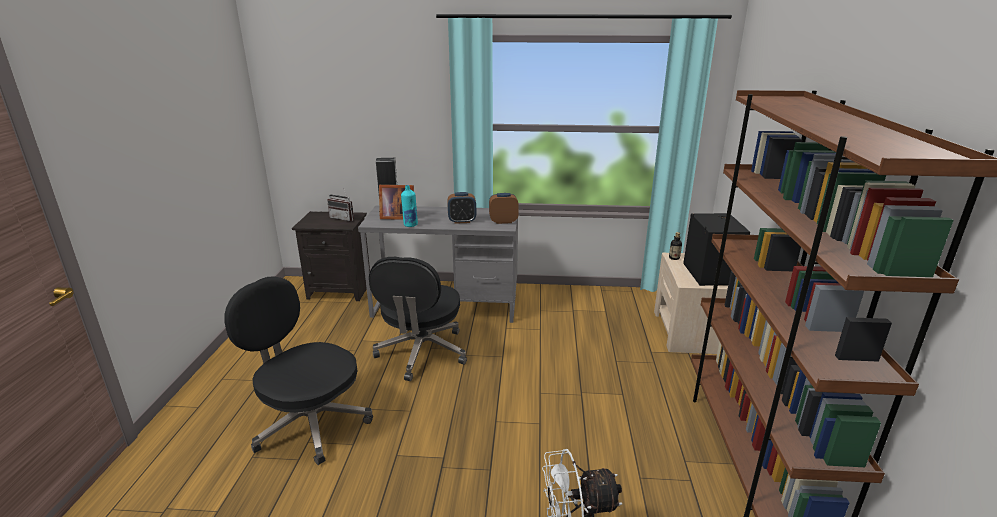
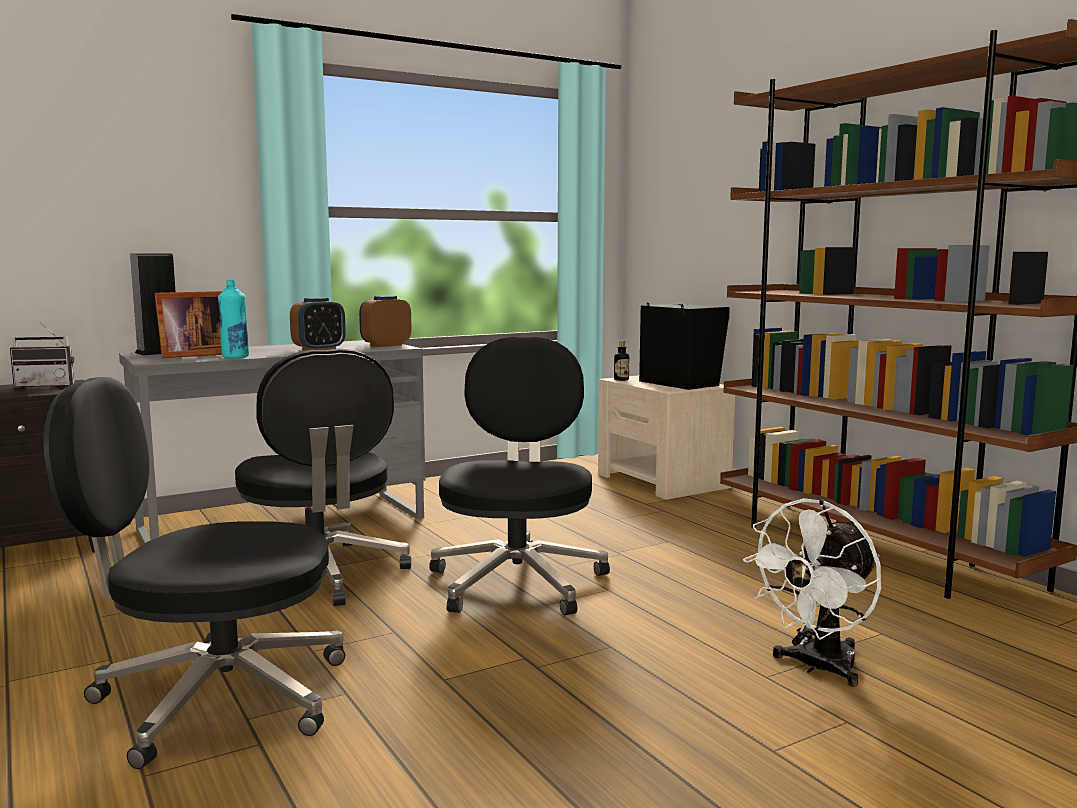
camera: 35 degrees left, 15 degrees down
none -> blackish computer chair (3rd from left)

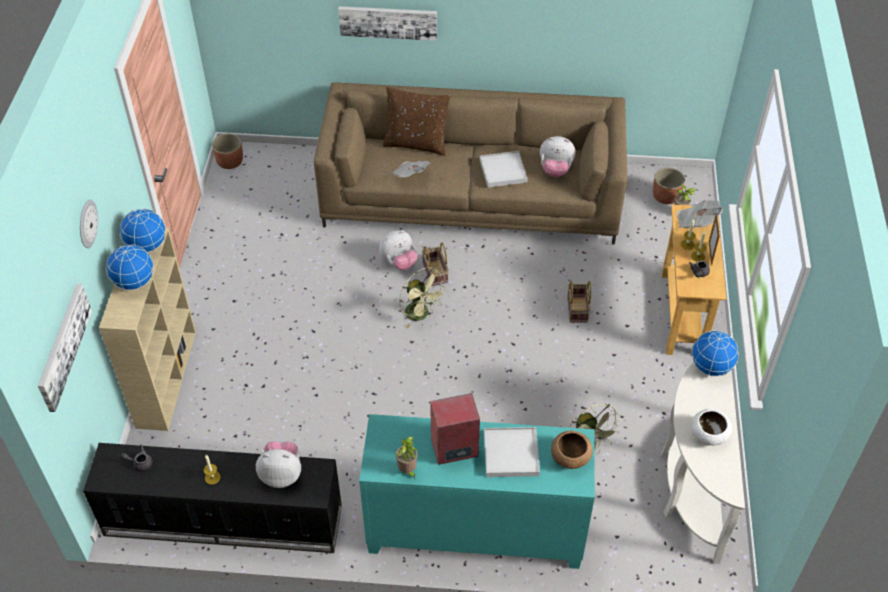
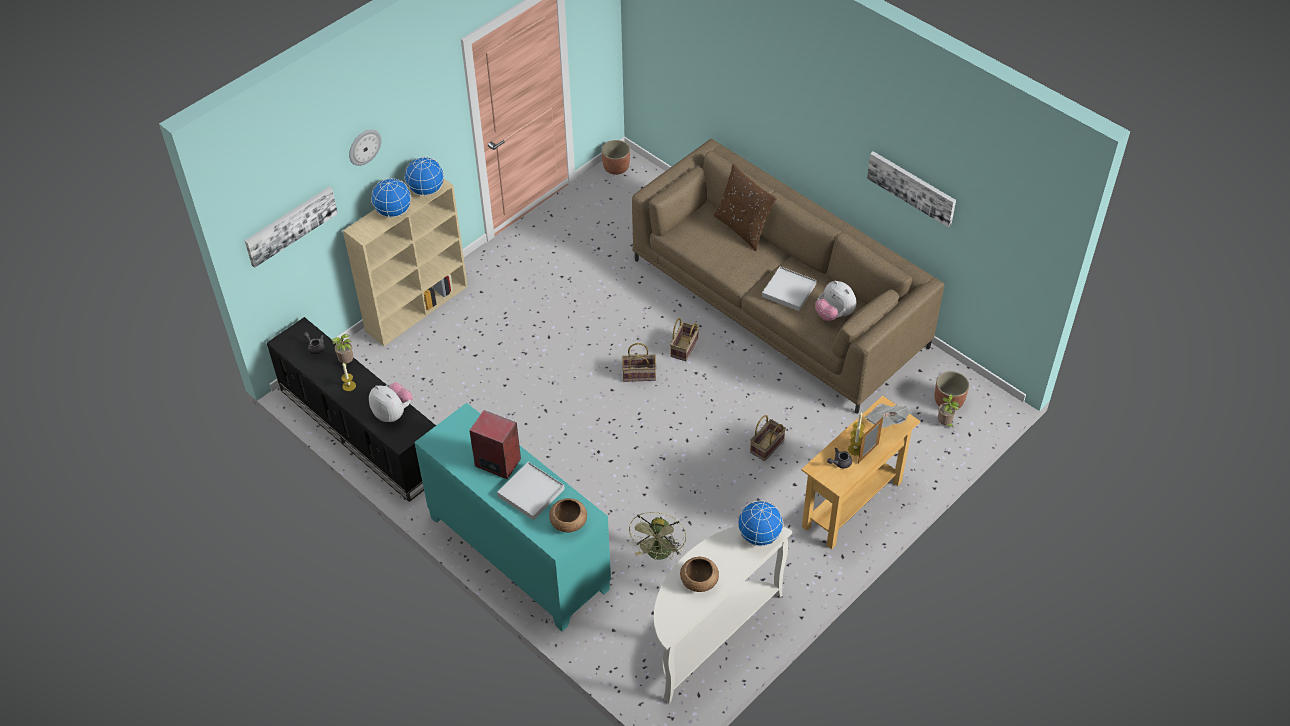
camera: 40 degrees right, 0 degrees up
wall art (2nd from left), moved
plush toy (2nd from left) -> none
daily paper (1st from left) -> none
potted plant (1st from left), moved
green fan (1st from left) -> basket (1st from left)
whitish deep dish -> brown-coloured deep dish (2nd from left)

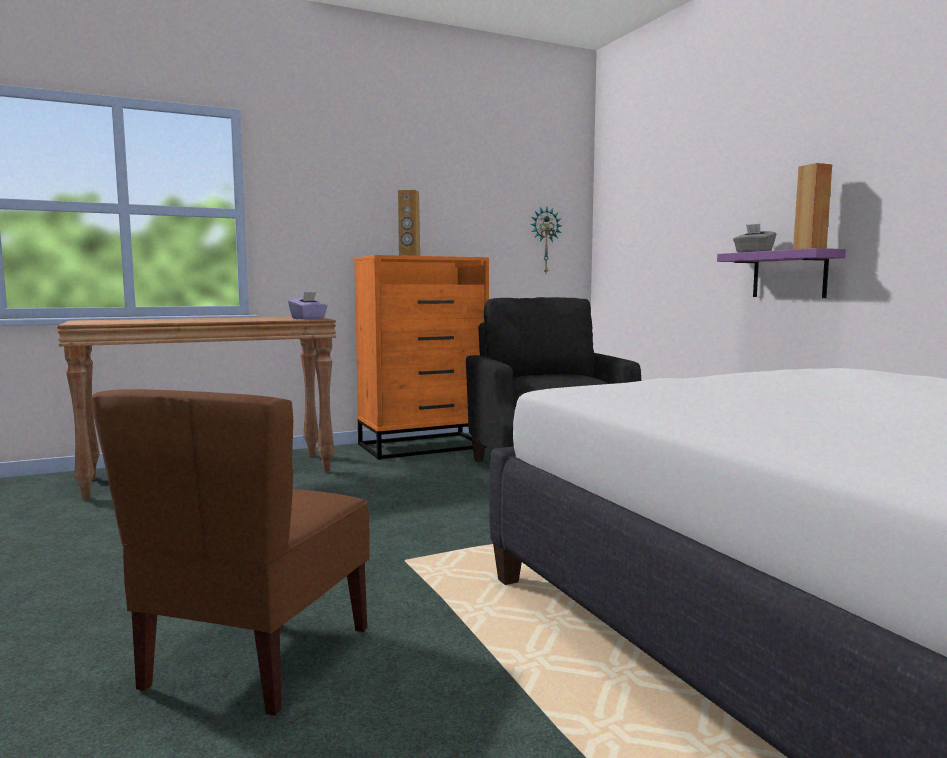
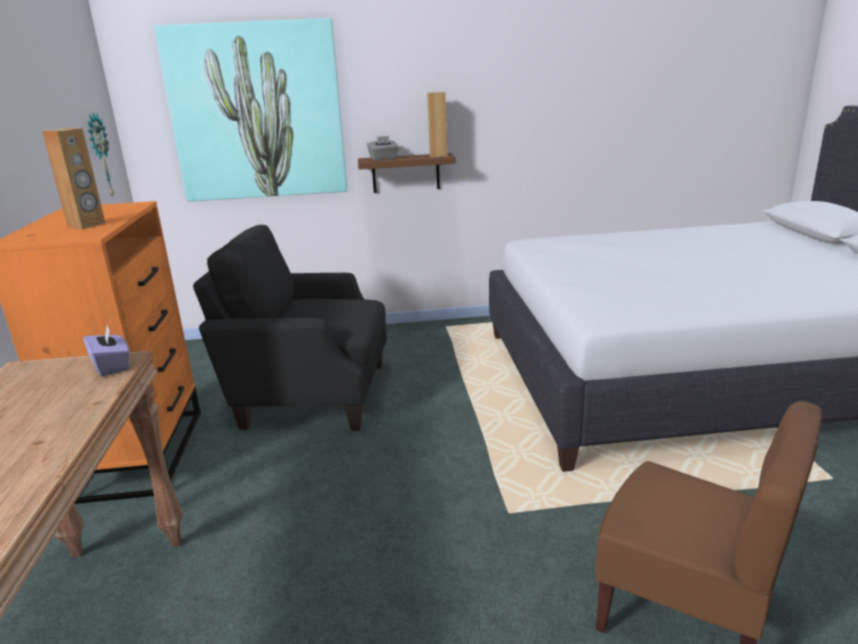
camera: 70 degrees left, 15 degrees up
purplish wall shelf -> brown-coloured wall shelf
none -> wall art

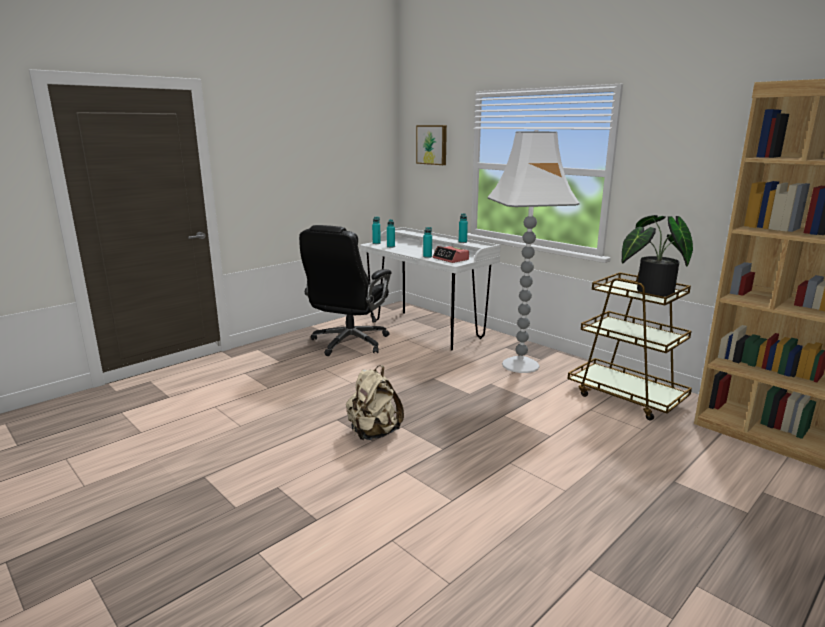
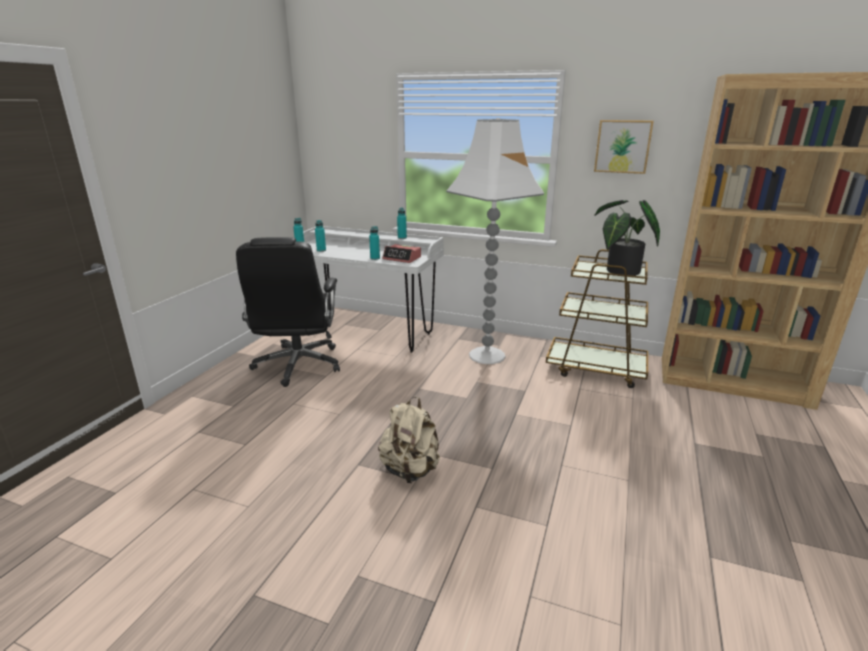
camera: 25 degrees left, 5 degrees up
wall art, moved

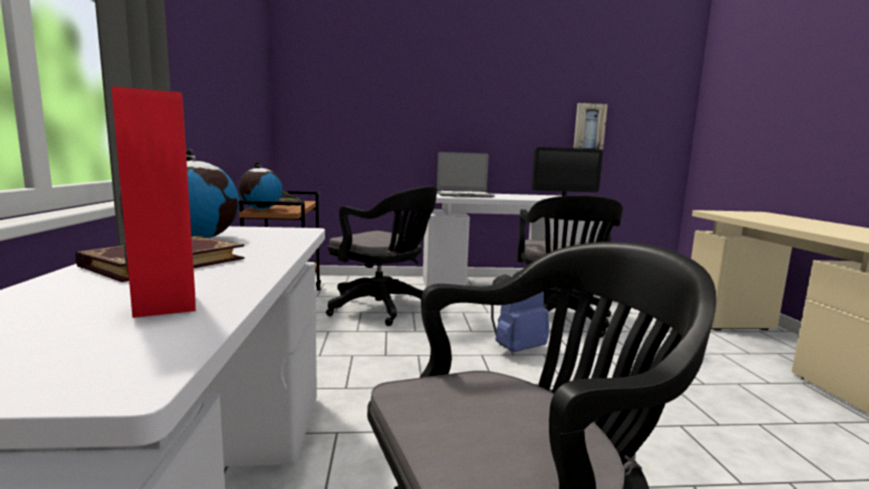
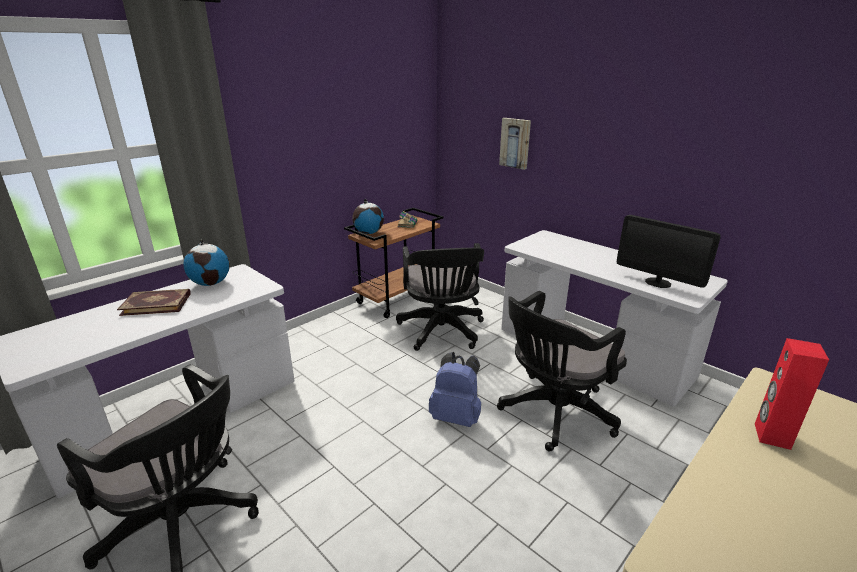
camera: 50 degrees right, 15 degrees up
red-coloured speaker, moved
portable computer -> none
wall art, moved

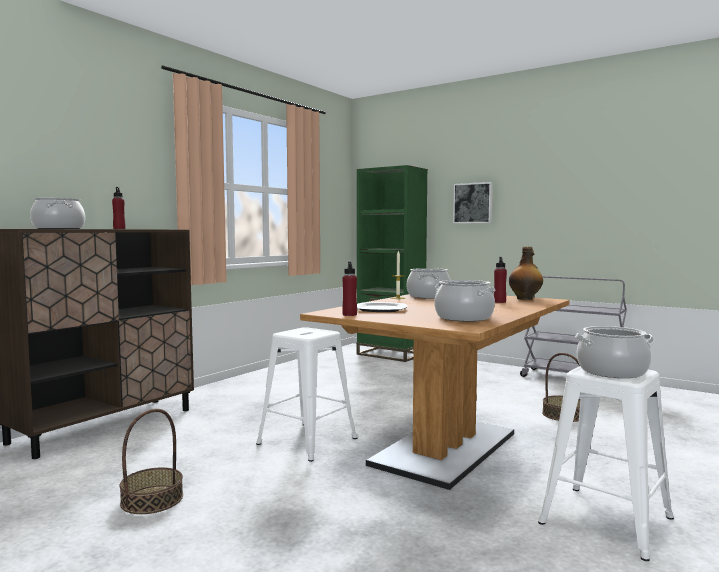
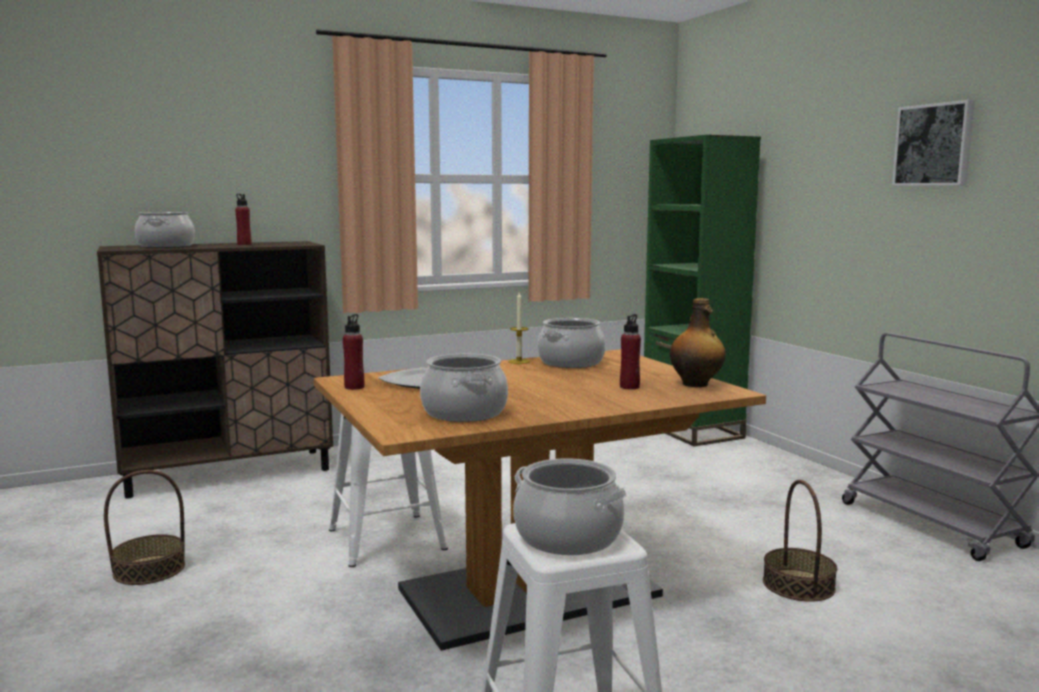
camera: 30 degrees right, 5 degrees up
wall art, moved

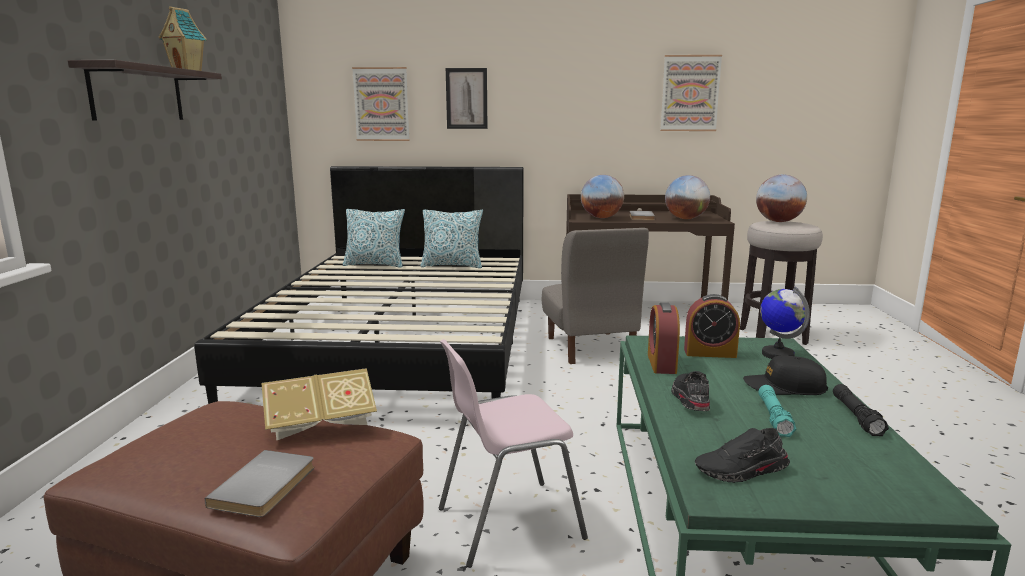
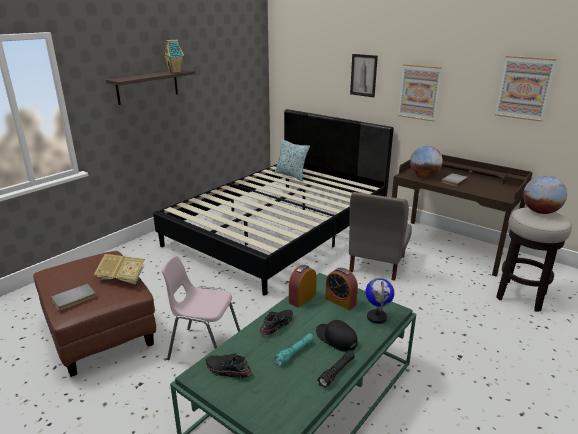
camera: 35 degrees right, 10 degrees up
wall art (1st from left in the first image) -> wall art (2nd from left), moved
throw pillow (2nd from left) -> none
desk globe (2nd from left) -> none

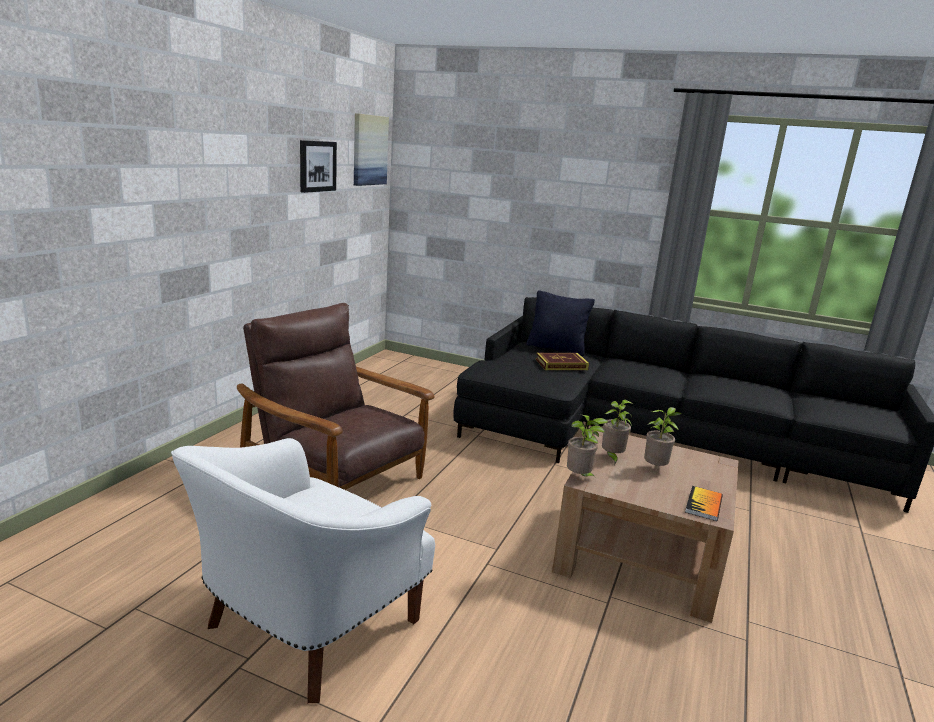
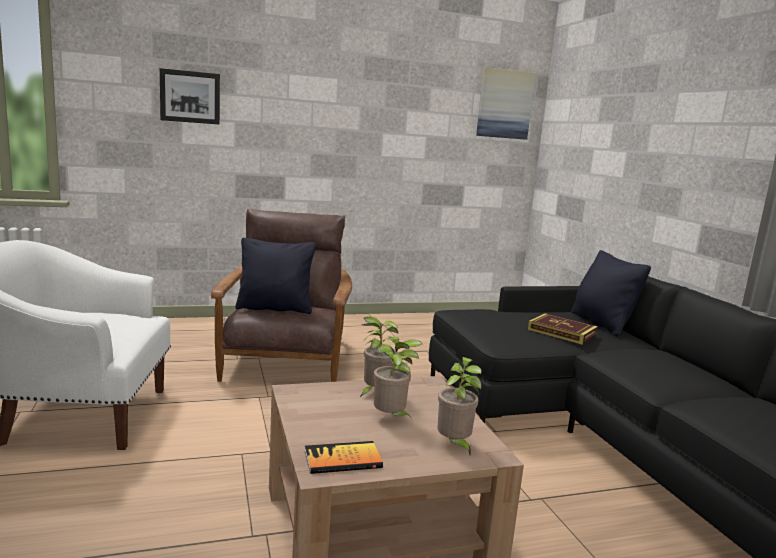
camera: 50 degrees right, 5 degrees down
wall art (1st from left), moved
potted plant (1st from left in the first image) -> potted plant (3rd from left), moved
none -> blackish throw pillow (1st from left)

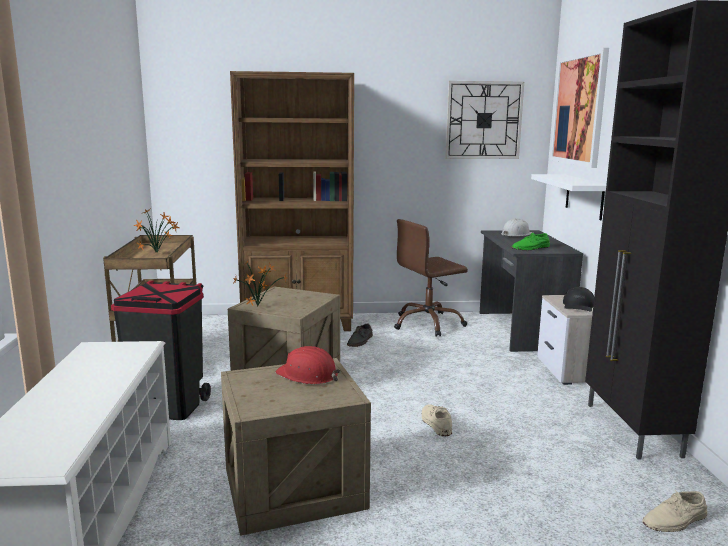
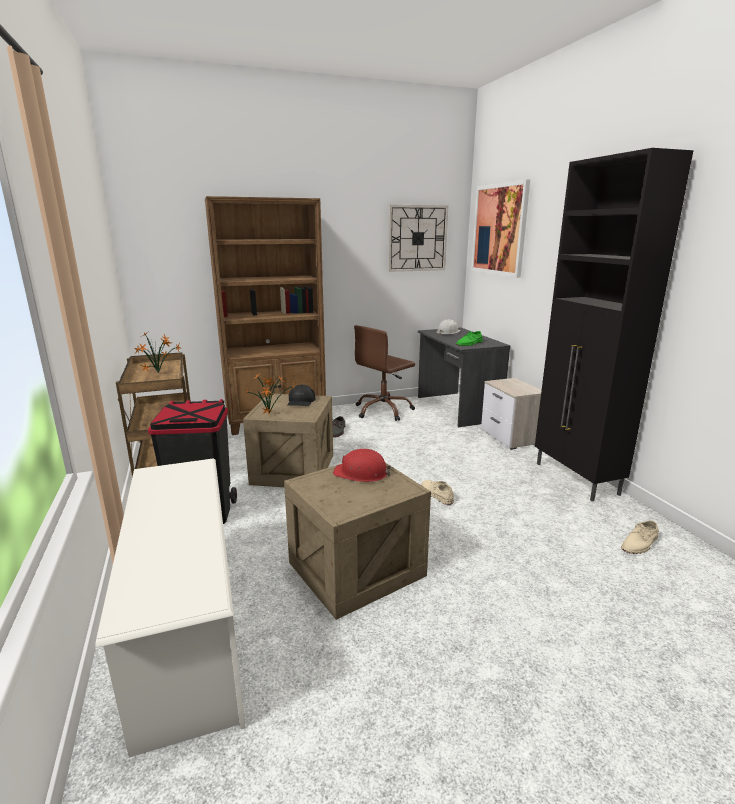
camera: 15 degrees left, 5 degrees up
whitish wall shelf -> none
blackish peaked cap, moved

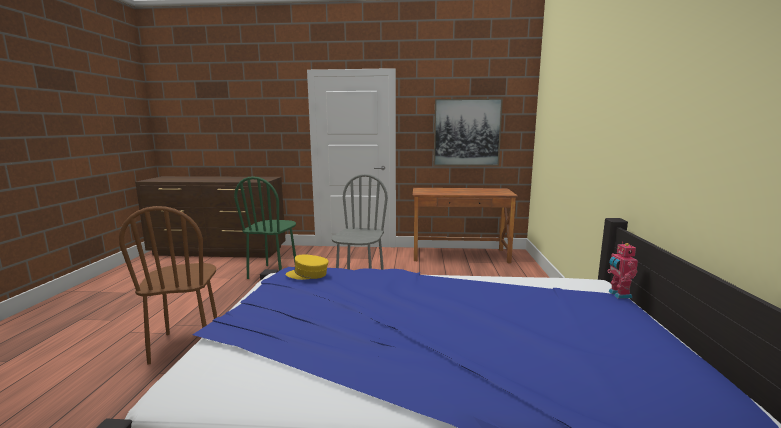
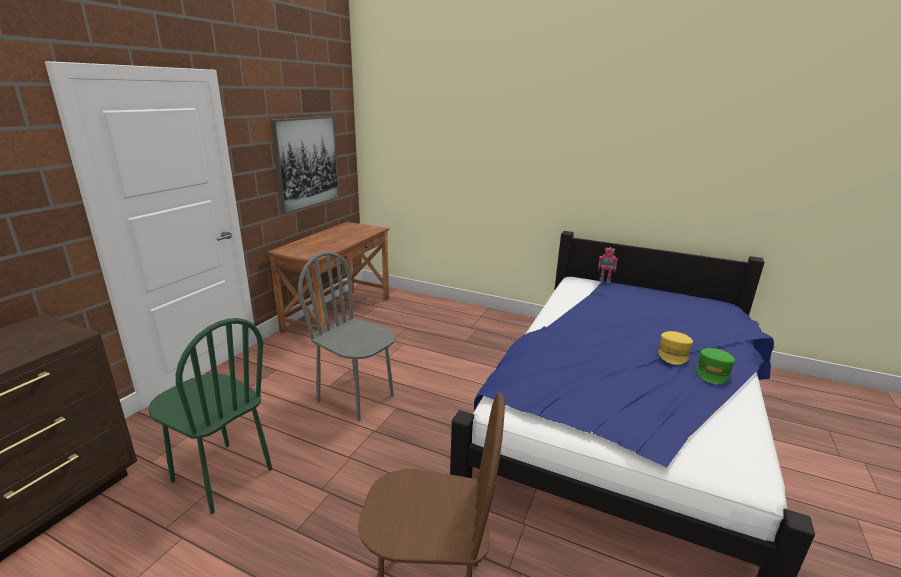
camera: 70 degrees left, 10 degrees up
yellowish peaked cap, moved
none -> green peaked cap

